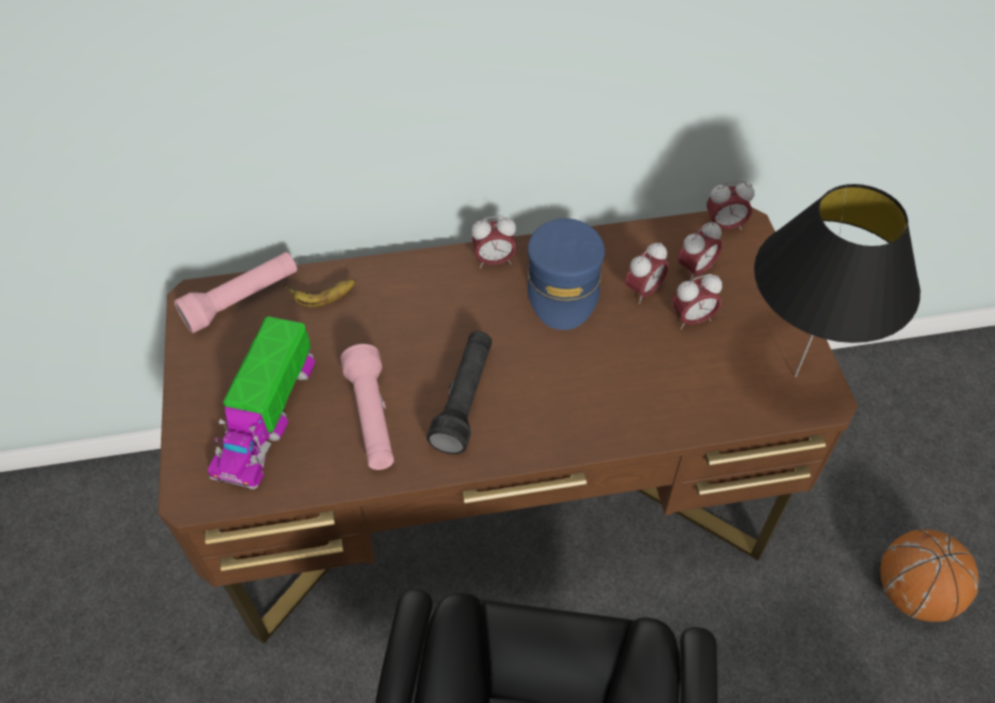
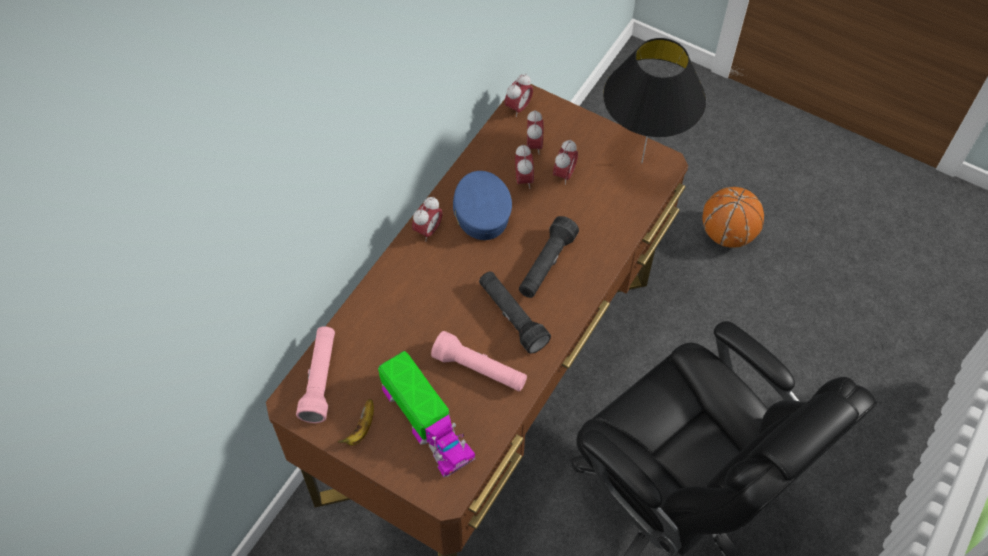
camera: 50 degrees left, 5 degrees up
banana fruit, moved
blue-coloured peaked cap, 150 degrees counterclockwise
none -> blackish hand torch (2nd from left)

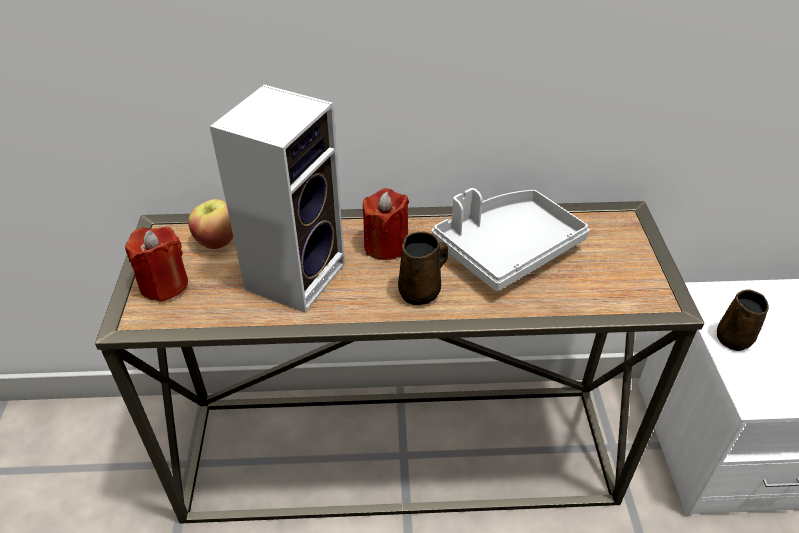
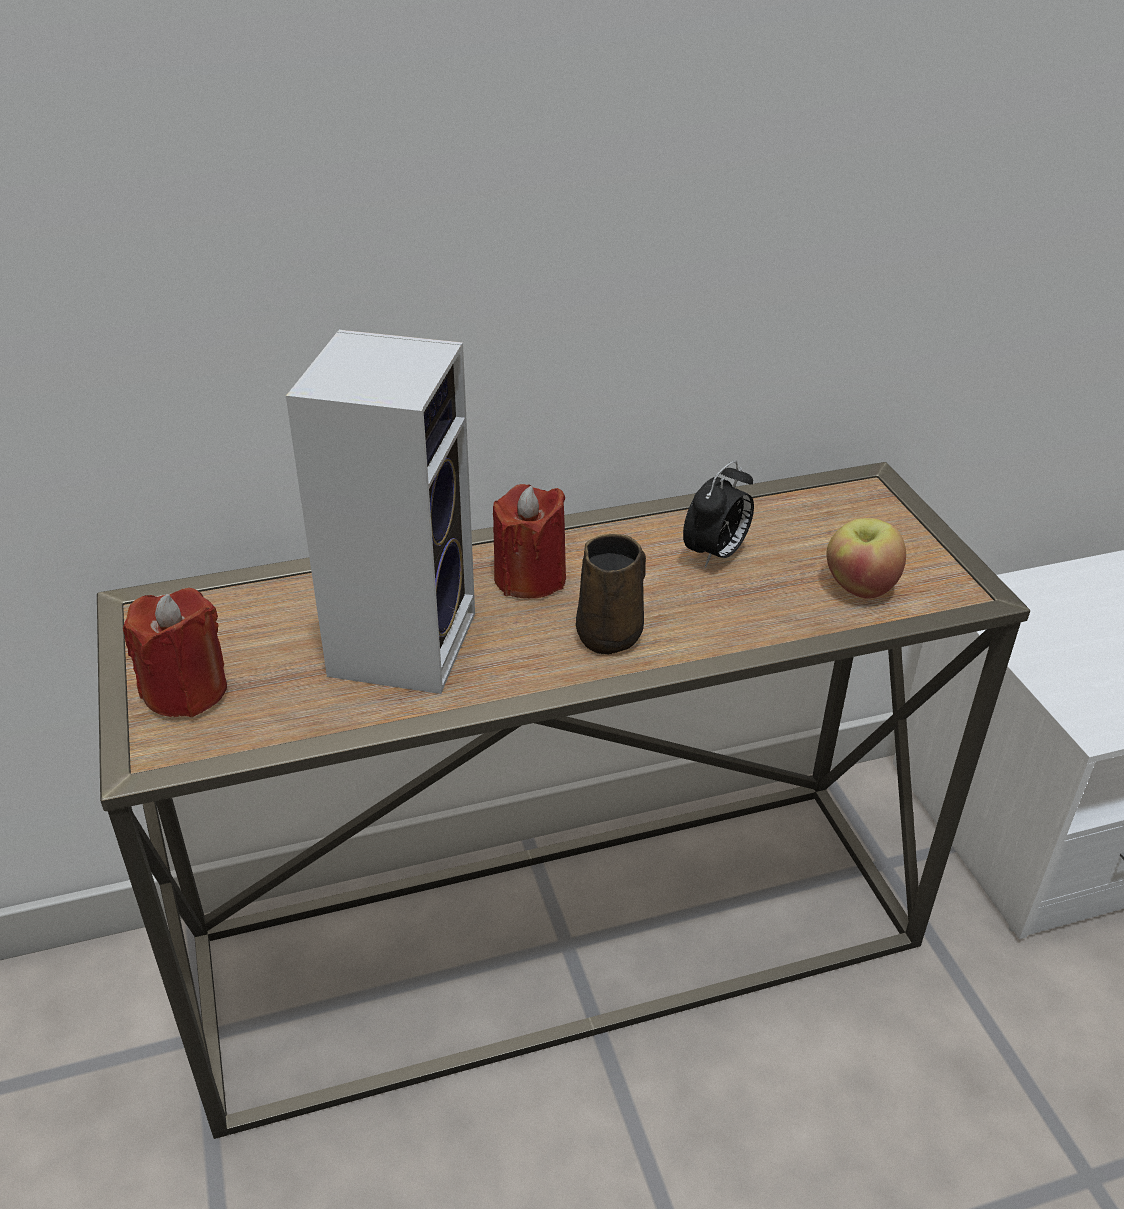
camera: 15 degrees left, 5 degrees down
apple, moved
greyish serving tray -> bedside clock
brown-coloured tea mug (2nd from left) -> none

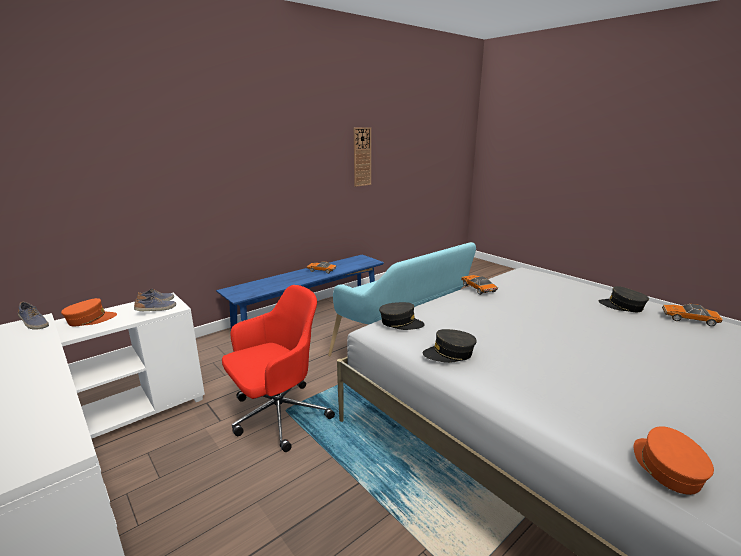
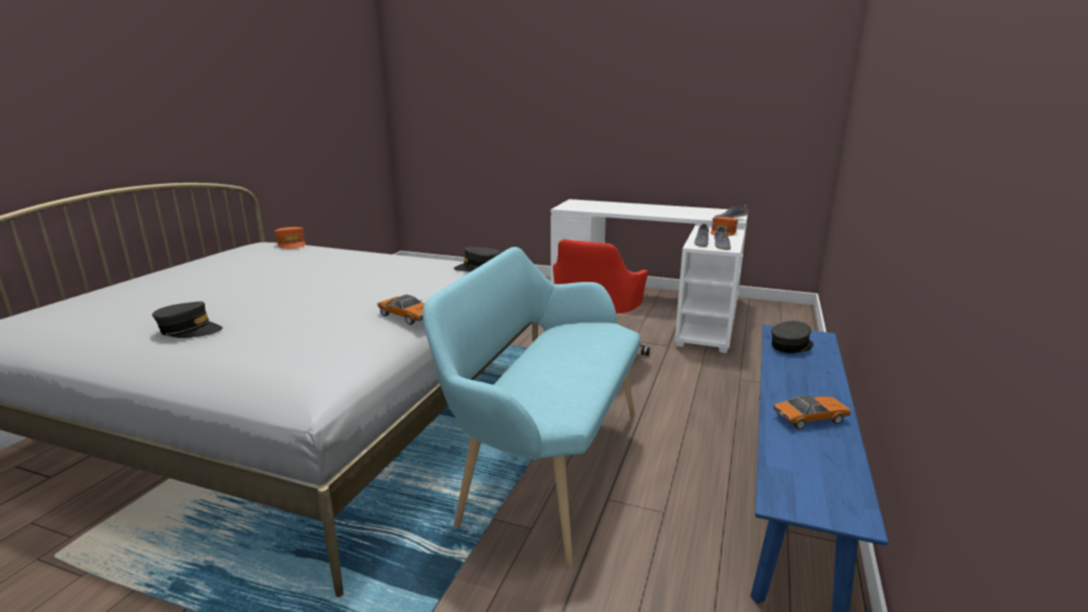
camera: 150 degrees right, 0 degrees up
clock on the wall -> none
greyish peaked cap (2nd from left in the first image) -> greyish peaked cap (3rd from left), moved
model car (3rd from left) -> none

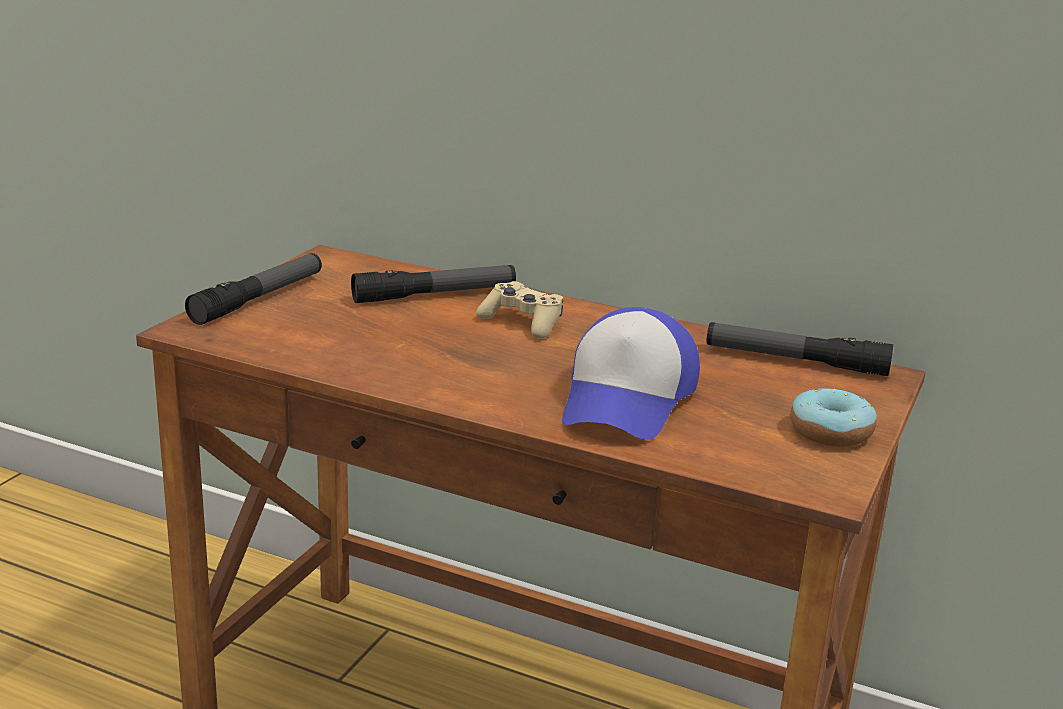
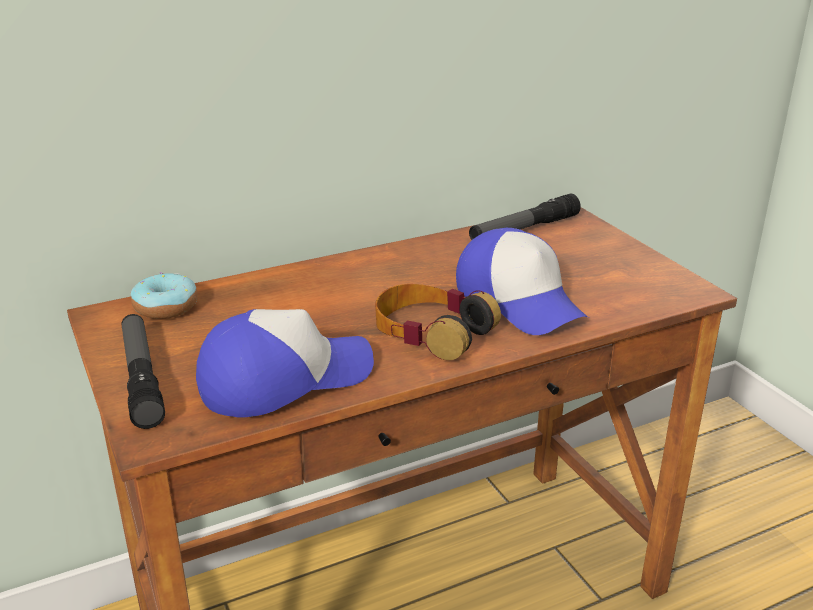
camera: 50 degrees left, 5 degrees up
hand torch (2nd from left) -> none
beige-coloured joypad -> none
doughnut, moved
none -> peaked cap (1st from left)
none -> headphones

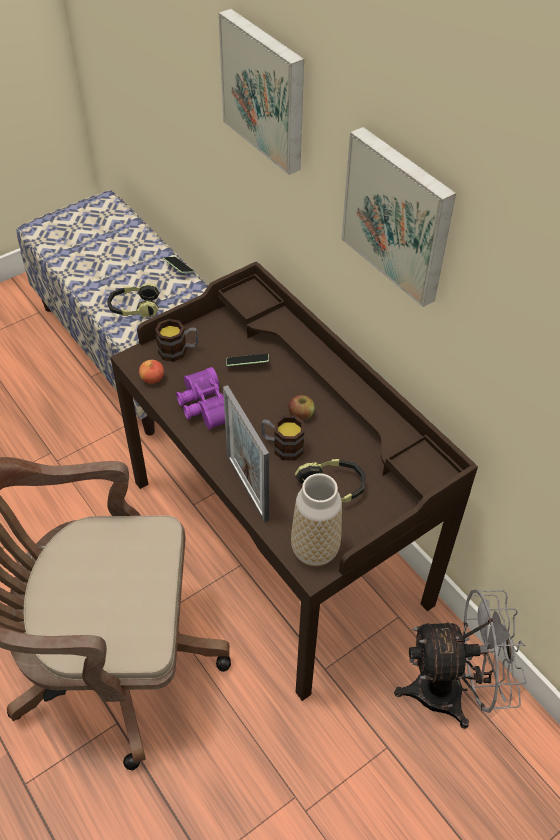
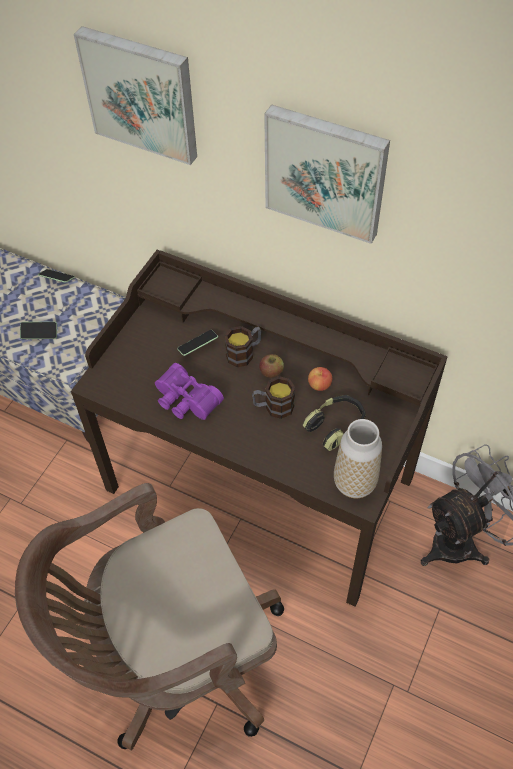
camera: 25 degrees left, 5 degrees up
headphones (1st from left) -> phone (1st from left)
apple (1st from left in the first image) -> apple (2nd from left), moved
tea mug (1st from left), moved
picture frame -> none

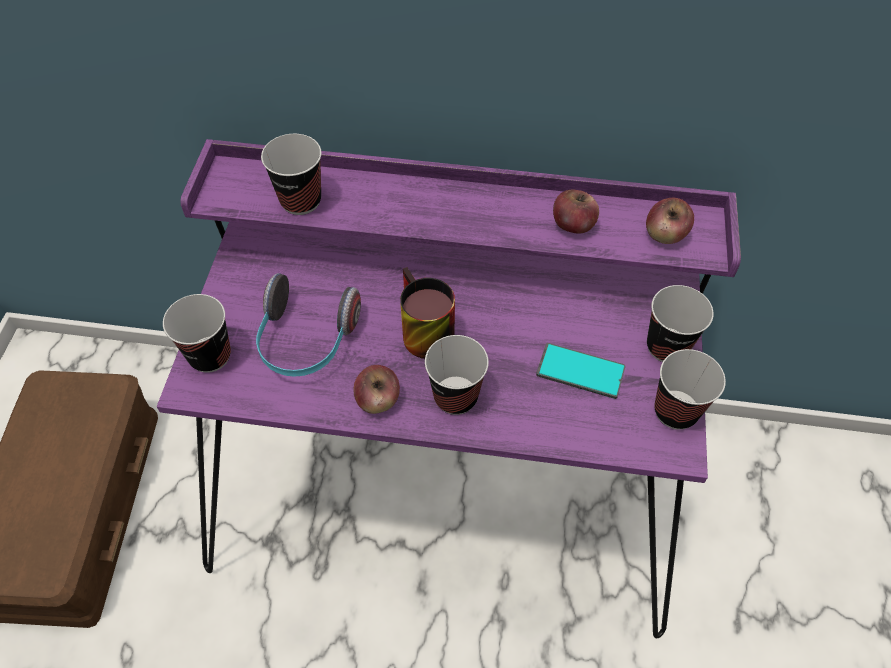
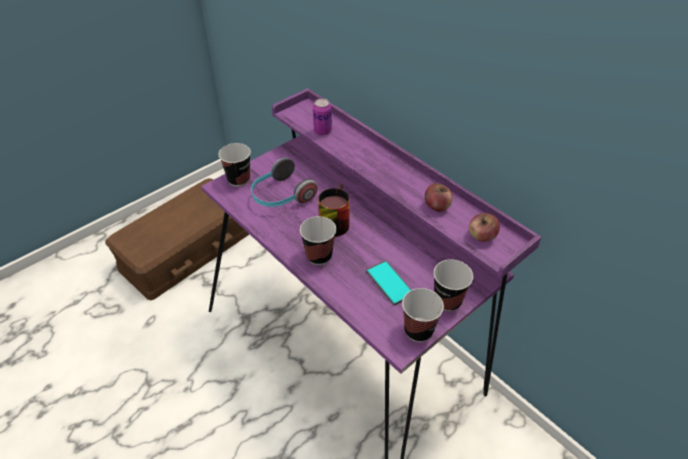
camera: 40 degrees right, 10 degrees down
cup (2nd from left) -> metal can
apple (1st from left) -> none

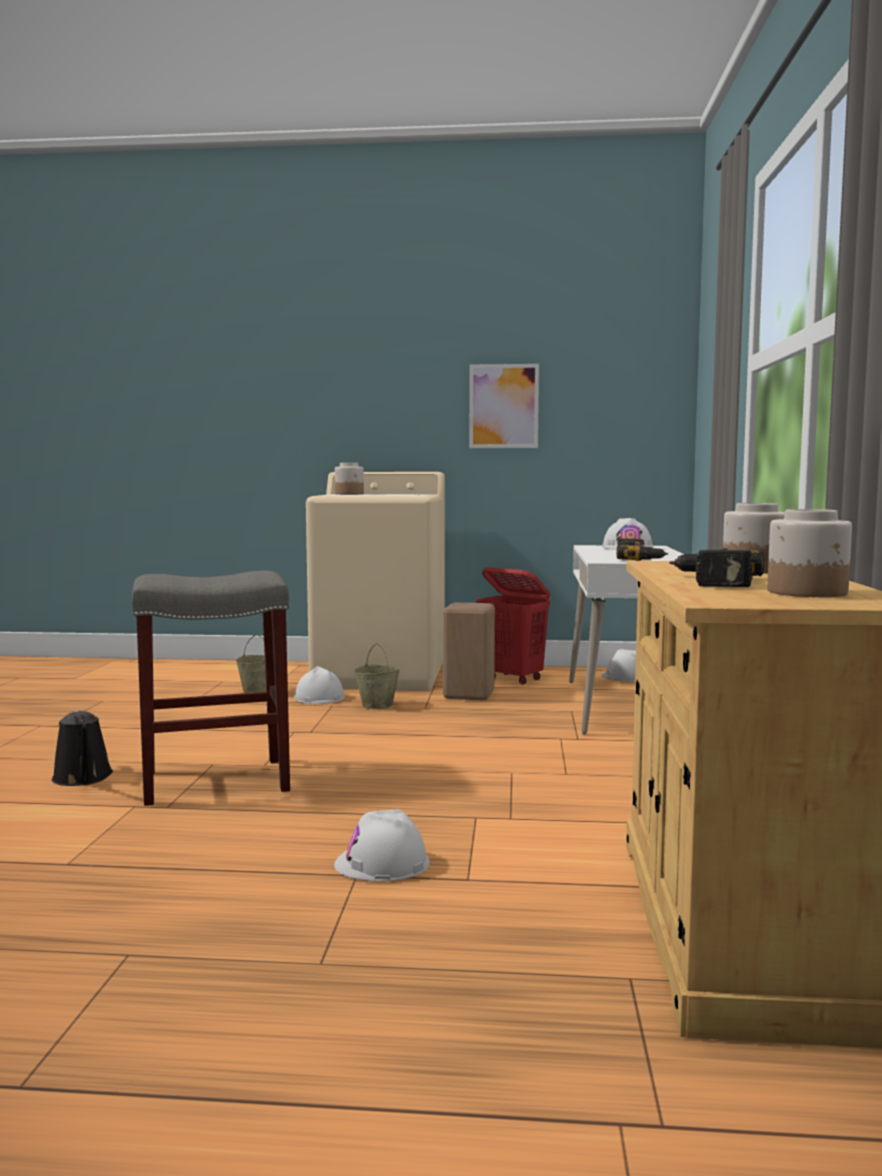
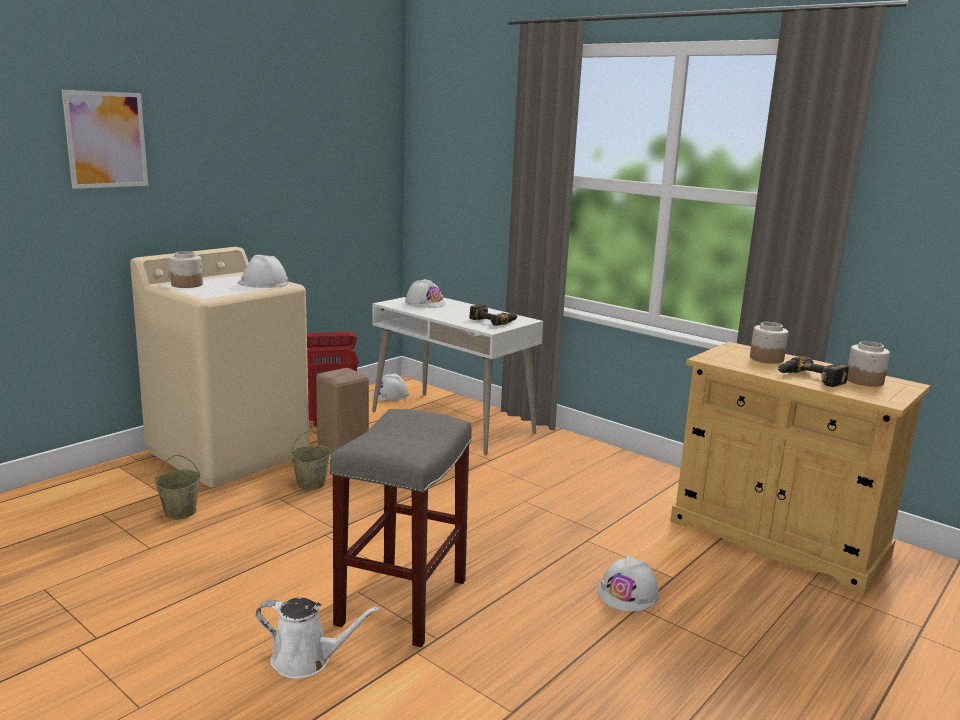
camera: 55 degrees left, 10 degrees up
blackish watering can -> whitish watering can
whitish hard hat (1st from left), moved
wall art, moved

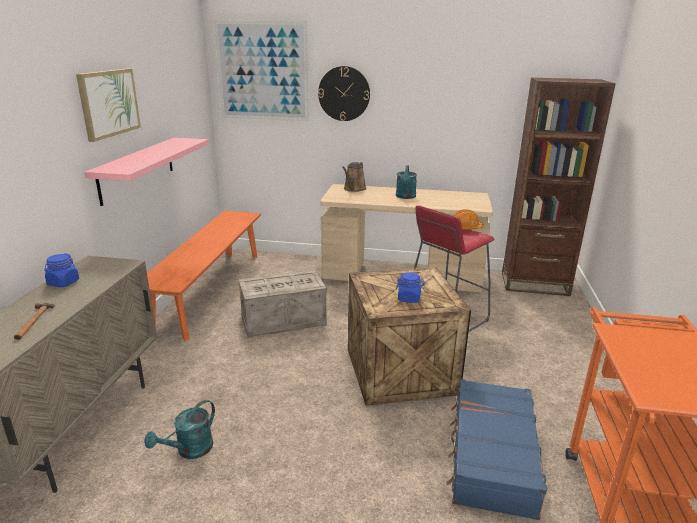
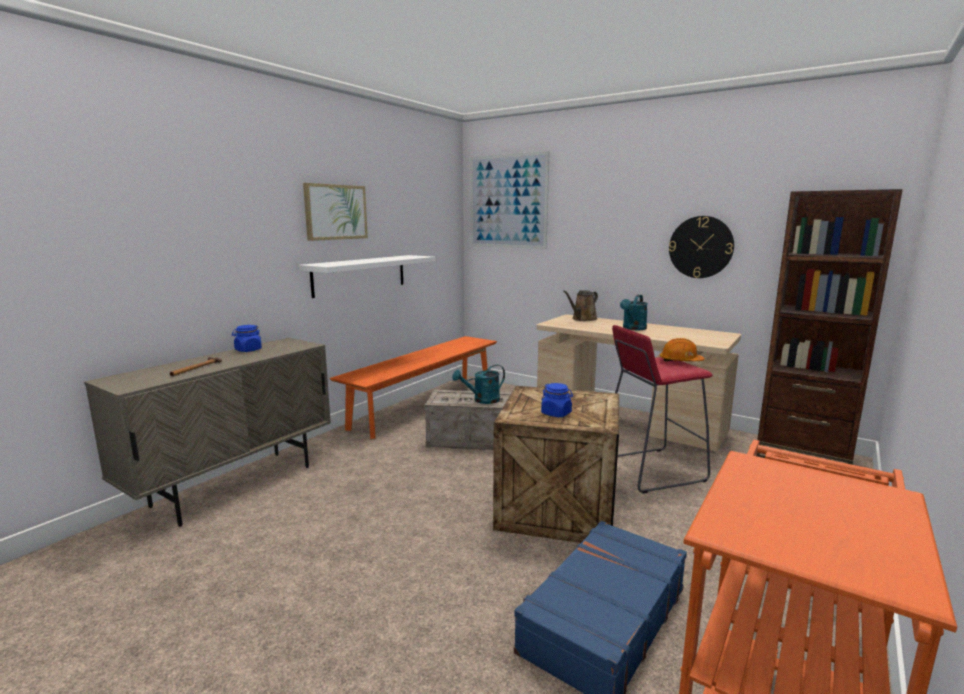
camera: 25 degrees right, 10 degrees down
pink-coloured wall shelf -> whitish wall shelf
turquoise-coloured watering can (1st from left), moved
clock on the wall, moved

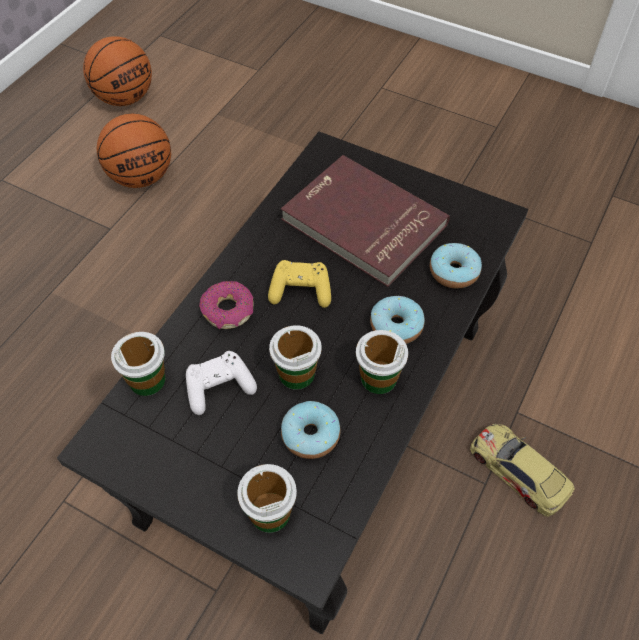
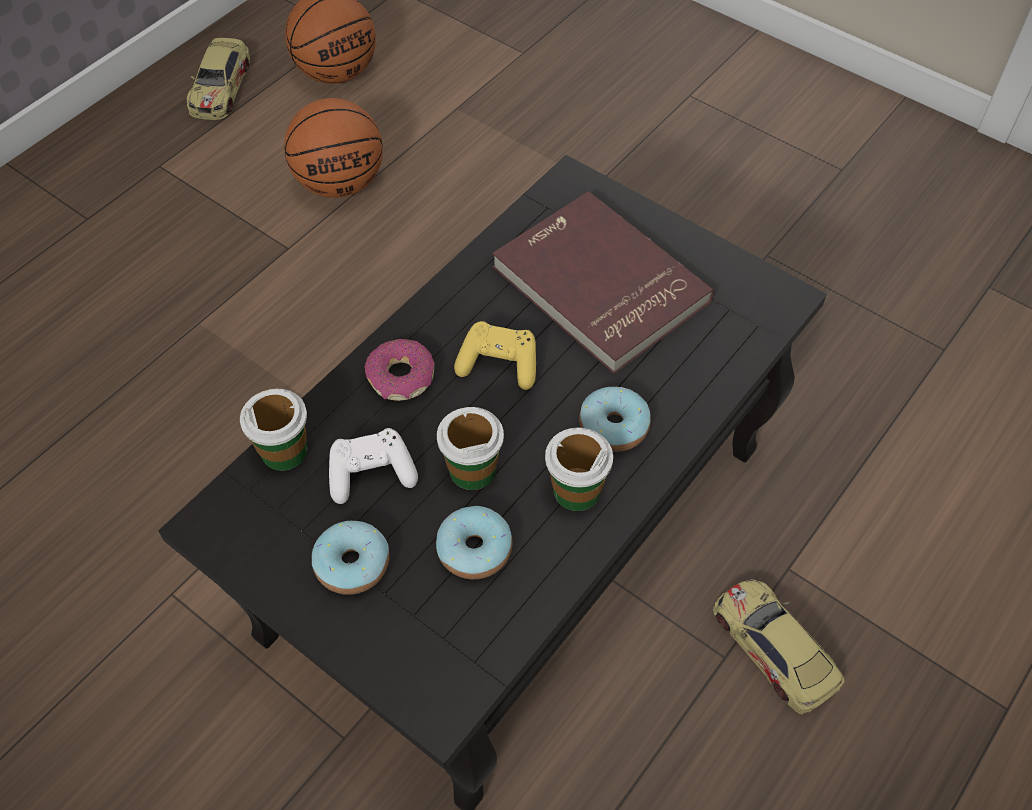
camera: 10 degrees right, 0 degrees up
cup (2nd from left) -> none
doughnut (4th from left in the first image) -> doughnut (1st from left), moved
none -> model car (1st from left)

